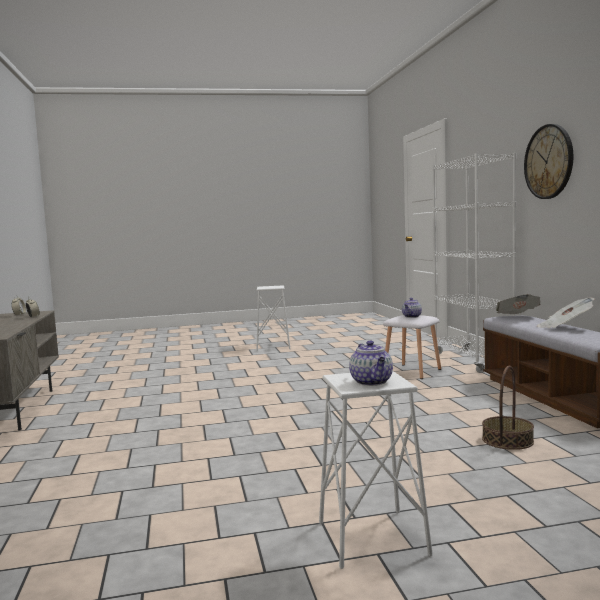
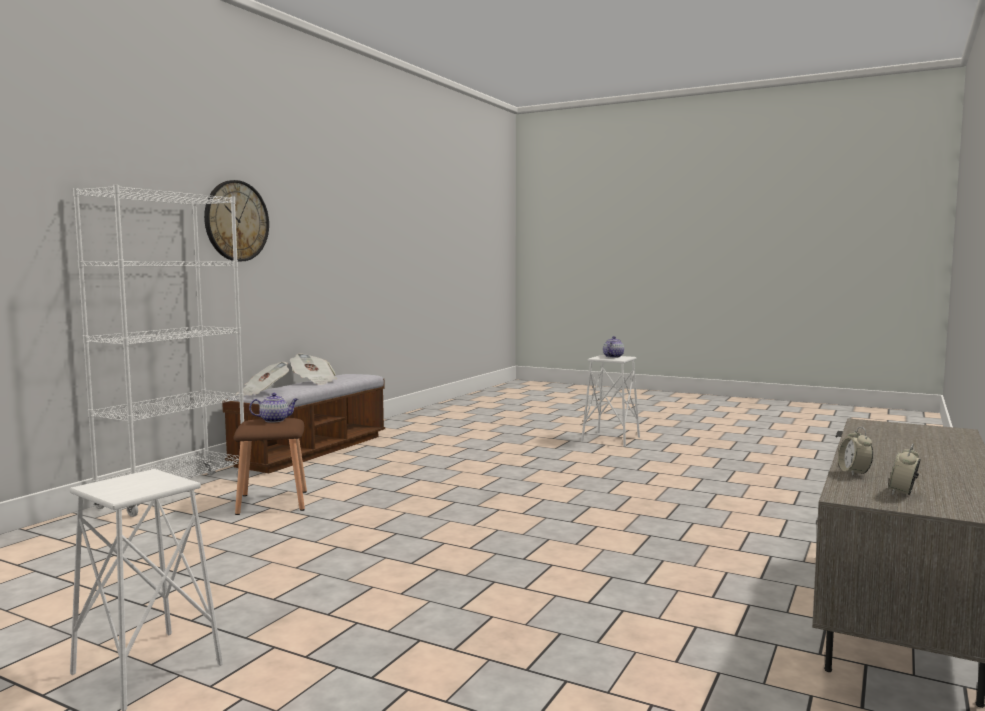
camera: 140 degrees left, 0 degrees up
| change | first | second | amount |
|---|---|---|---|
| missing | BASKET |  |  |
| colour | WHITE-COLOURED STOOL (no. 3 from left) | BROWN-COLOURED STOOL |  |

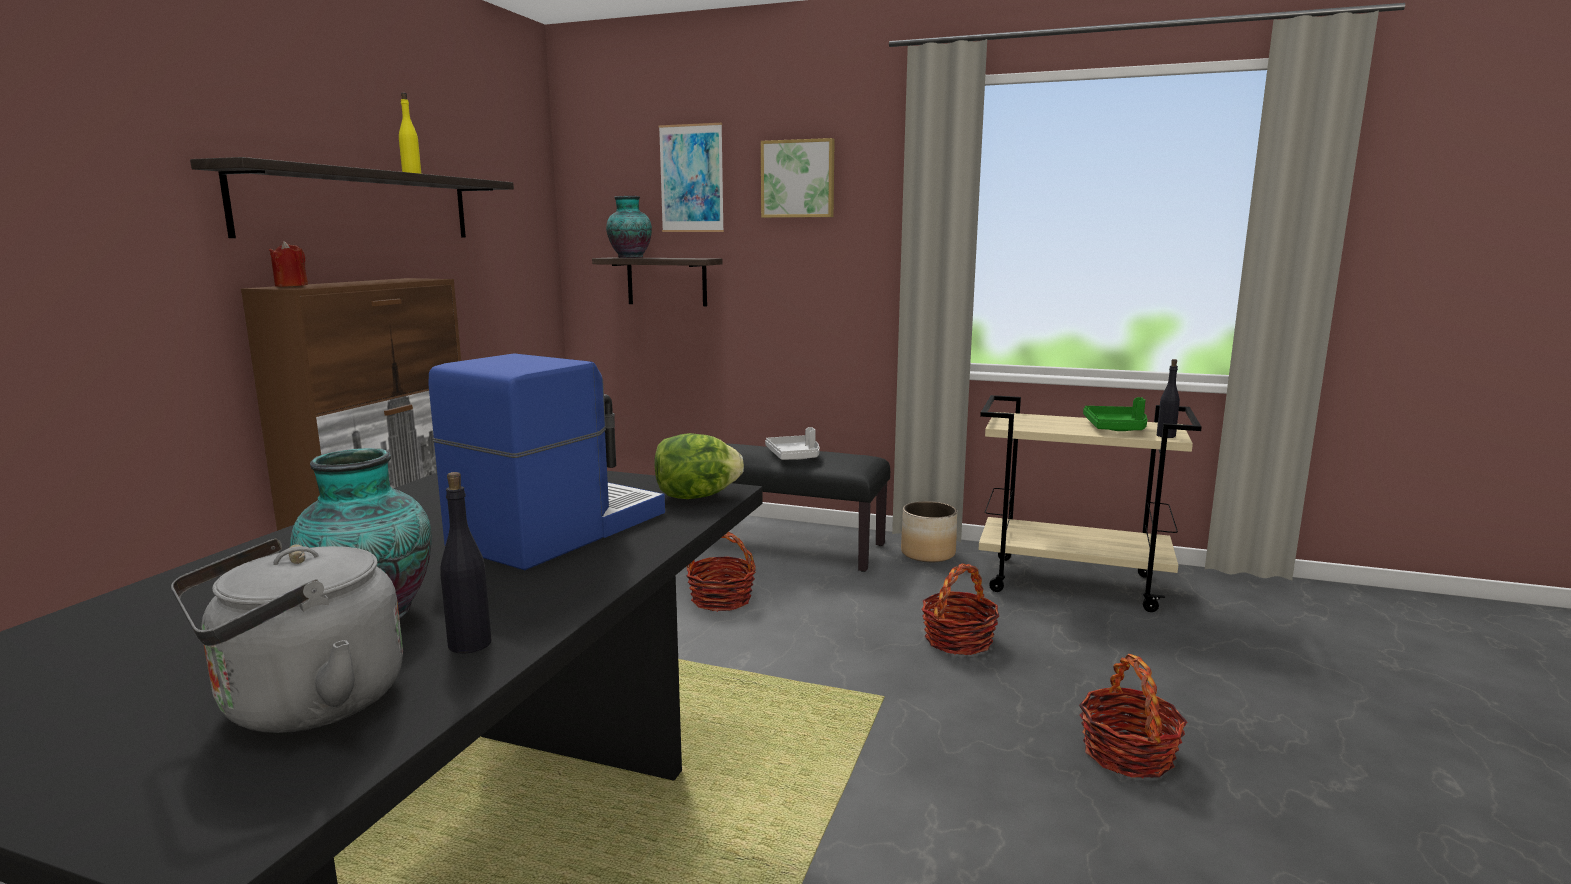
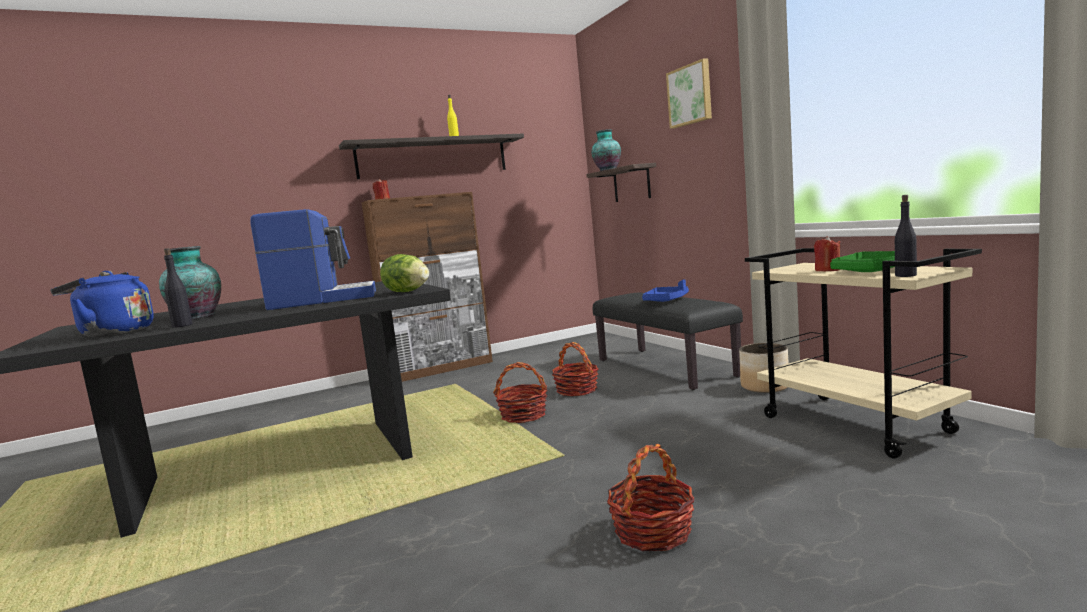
camera: 45 degrees right, 5 degrees down
| change | first | second | amount |
|---|---|---|---|
| missing | WALL PICTURE (no. 1 from left) |  |  |
| appeared |  | RED WAX LIGHT (no. 2 from left) |  |
| relocated | BASKET (no. 2 from left in the first image) | BASKET (no. 1 from left) |  |
| colour | GREY KETTLE | BLUE-COLOURED KETTLE |  |
| colour | GREY TRAY | BLUE-COLOURED TRAY |  |

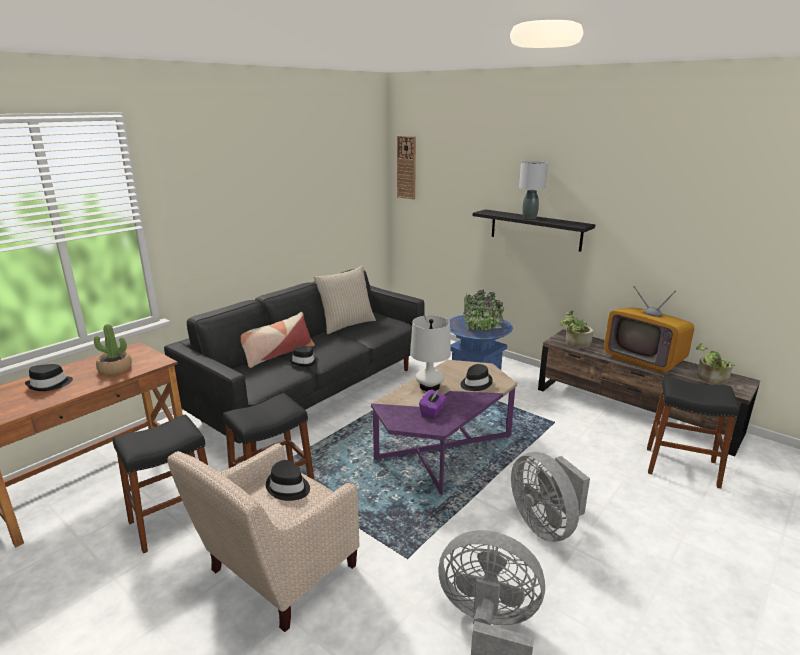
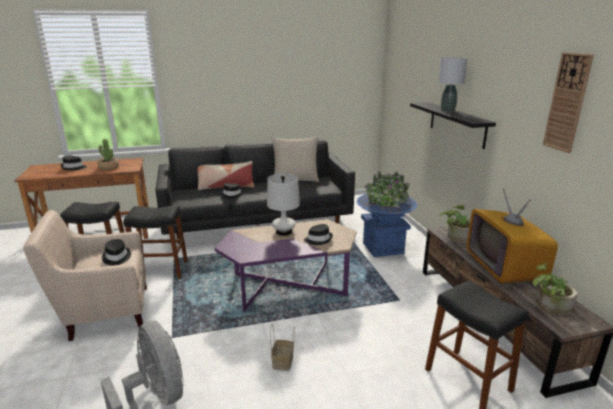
camera: 35 degrees right, 0 degrees up
| change | first | second | amount |
|---|---|---|---|
| missing | PURPLE-COLOURED BOX OF TISSUES |  |  |
| relocated | WALL CLOCK |  |  |
| exchanged | GREY COOLING FAN (no. 2 from left) | BASKET |  |

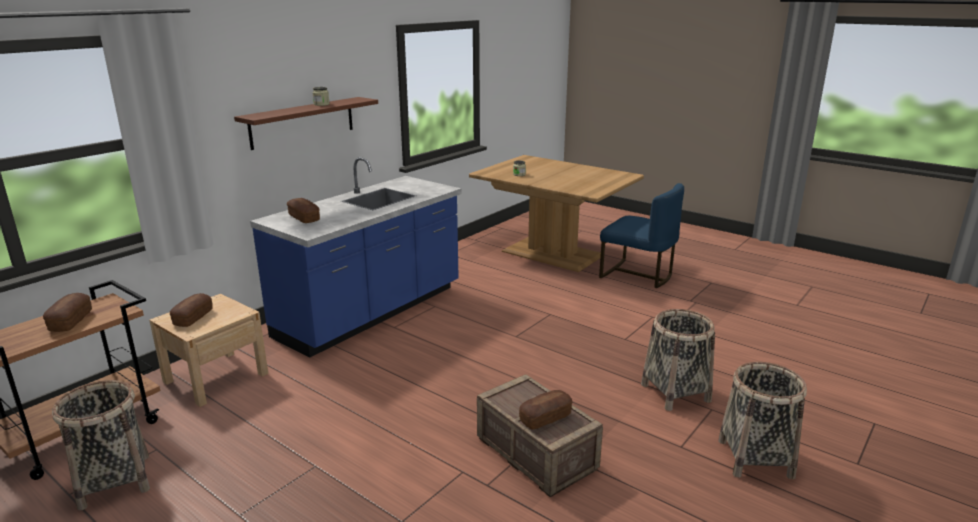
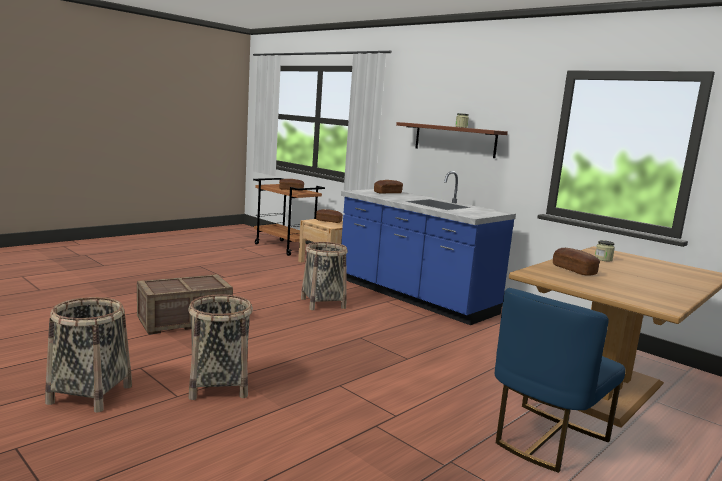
camera: 95 degrees right, 10 degrees down
| change | first | second | amount |
|---|---|---|---|
| relocated | BASKET (no. 1 from left in the first image) | BASKET (no. 3 from left) |  |
| relocated | BAKERY BREAD (no. 4 from left) |  |  |

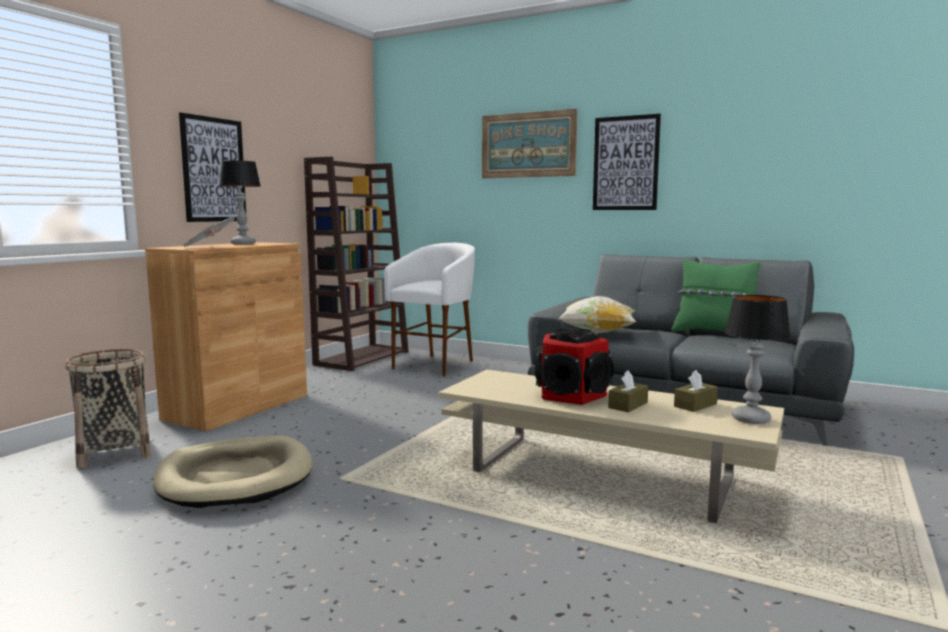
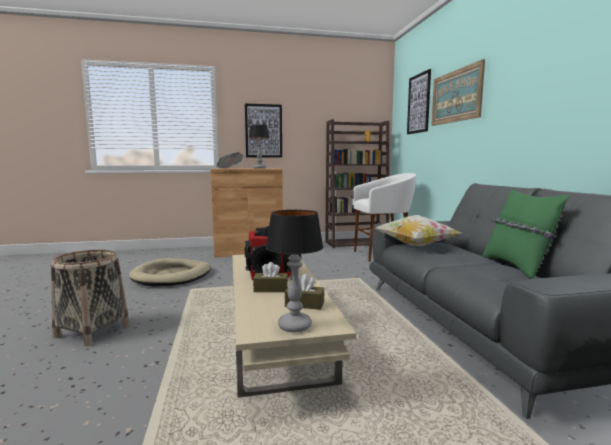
camera: 50 degrees right, 0 degrees up
| change | first | second | amount |
|---|---|---|---|
| relocated | BASKET |  |  |
| relocated | WALL PICTURE (no. 3 from left in the first image) | WALL PICTURE (no. 2 from left) |  |

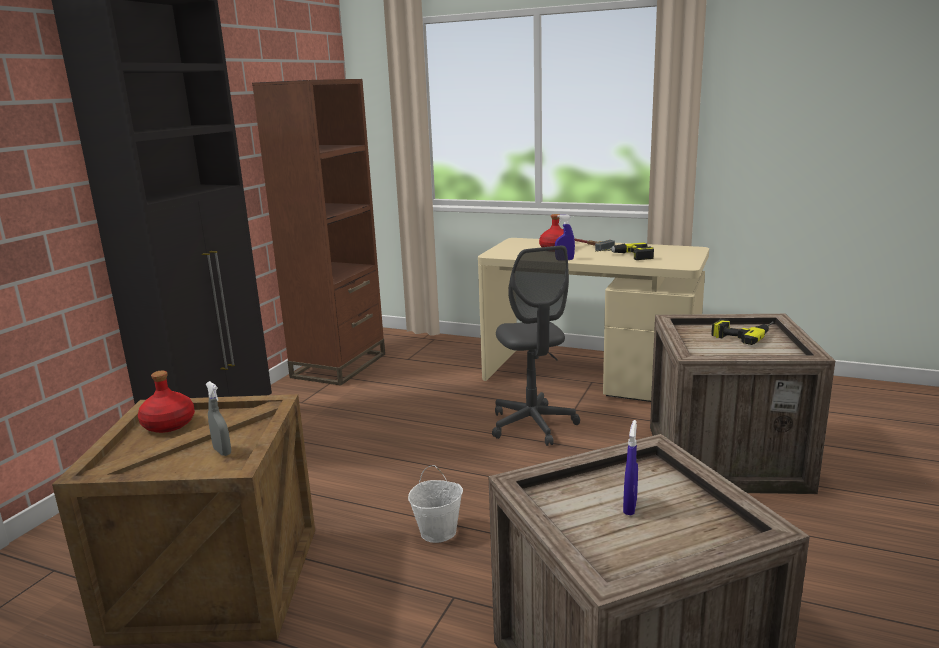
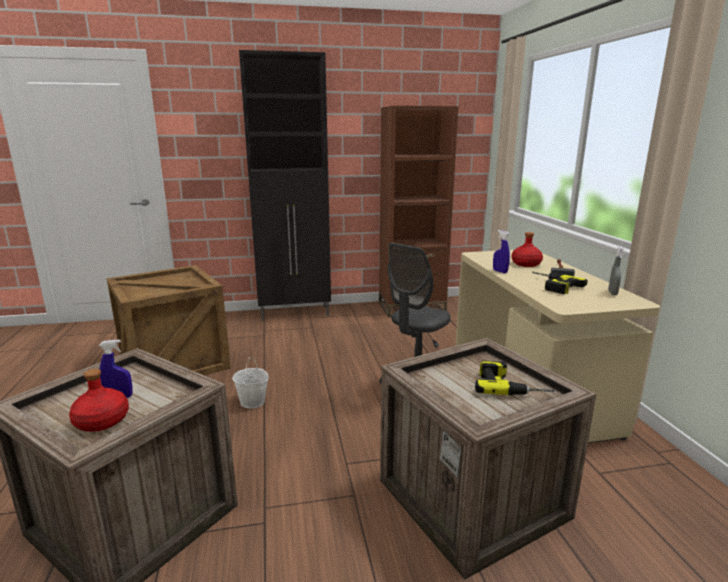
camera: 55 degrees right, 0 degrees up
| change | first | second | amount |
|---|---|---|---|
| relocated | RED BOTTLE (no. 1 from left) |  |  |
| relocated | GREY SPRAY BOTTLE |  |  |

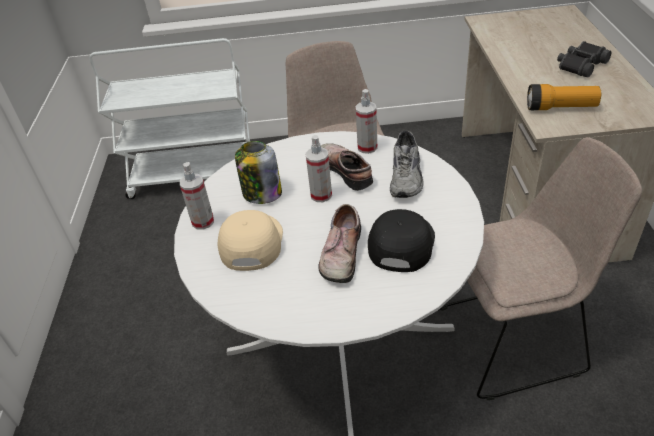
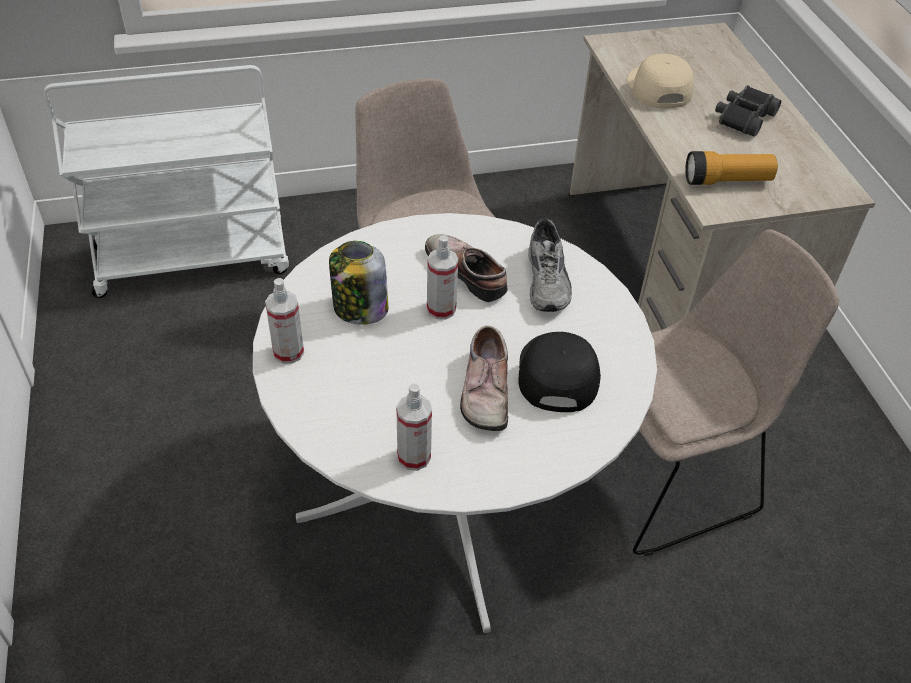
camera: 15 degrees left, 5 degrees up
| change | first | second | amount |
|---|---|---|---|
| relocated | BEIGE BASEBALL CAP |  |  |
| relocated | SPRAY BOTTLE (no. 3 from left in the first image) | SPRAY BOTTLE (no. 2 from left) |  |

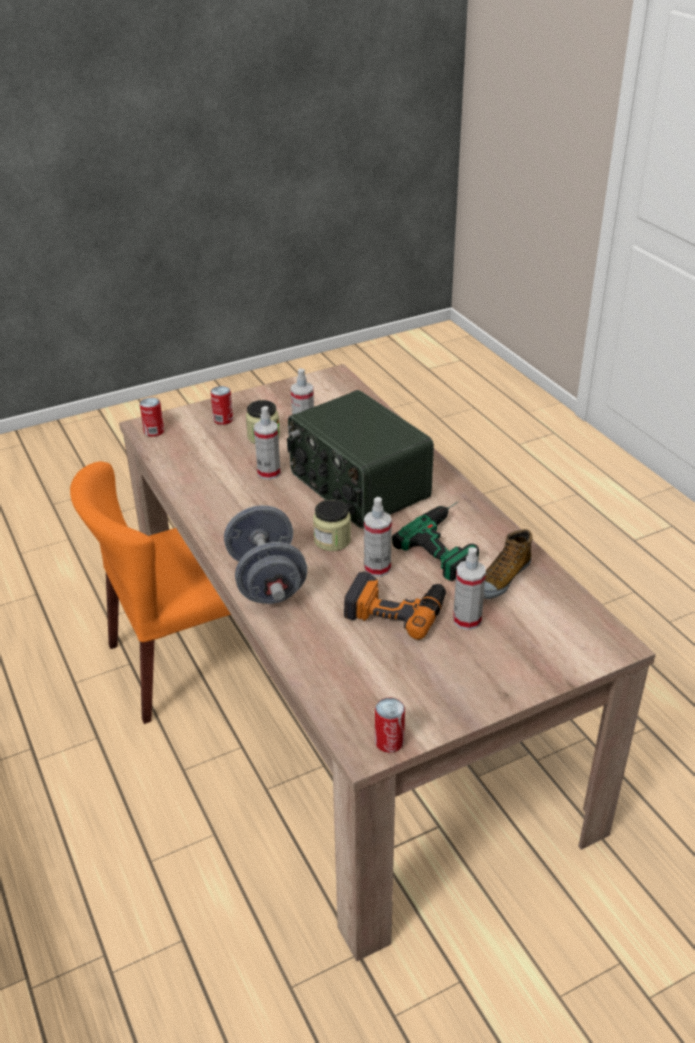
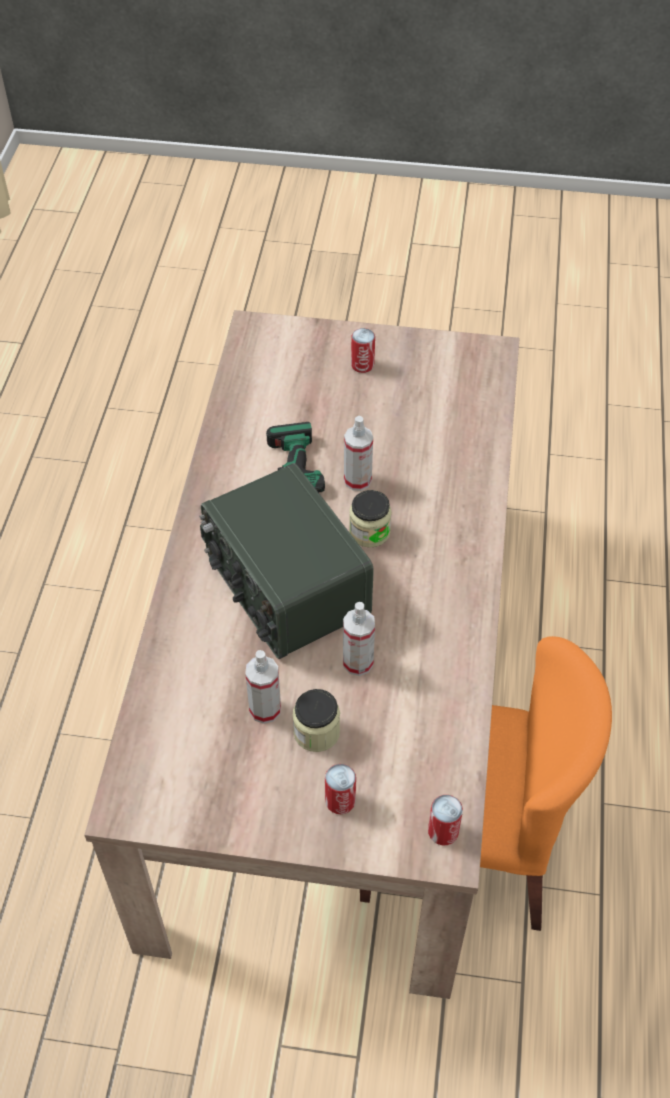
camera: 145 degrees left, 15 degrees up
| change | first | second | amount |
|---|---|---|---|
| missing | GREY DUMBBELL |  |  |
| missing | POWER DRILL (no. 1 from left) |  |  |
| missing | SPRAY BOTTLE (no. 4 from left) |  |  |
| missing | ITEM OF FOOTWEAR |  |  |
| relocated | CAN (no. 3 from left in the first image) | CAN (no. 2 from left) |  |
| spun | RADIO RECEIVER |  | 150 degrees clockwise |

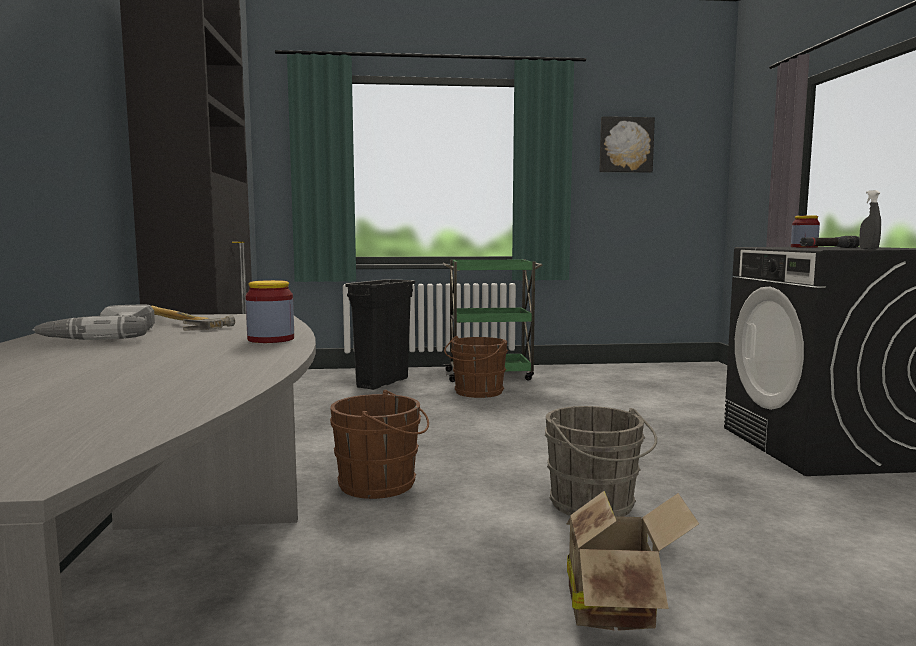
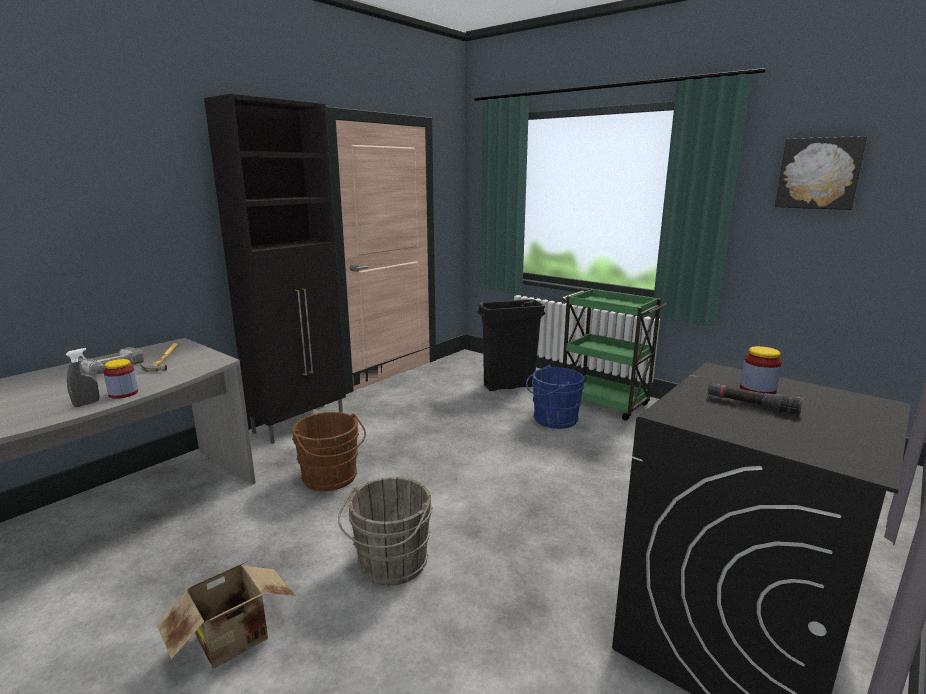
camera: 45 degrees right, 10 degrees up
| change | first | second | amount |
|---|---|---|---|
| relocated | GREY SPRAY BOTTLE |  |  |
| colour | BROWN-COLOURED WATER BUCKET (no. 2 from left) | BLUE-COLOURED WATER BUCKET |  |

